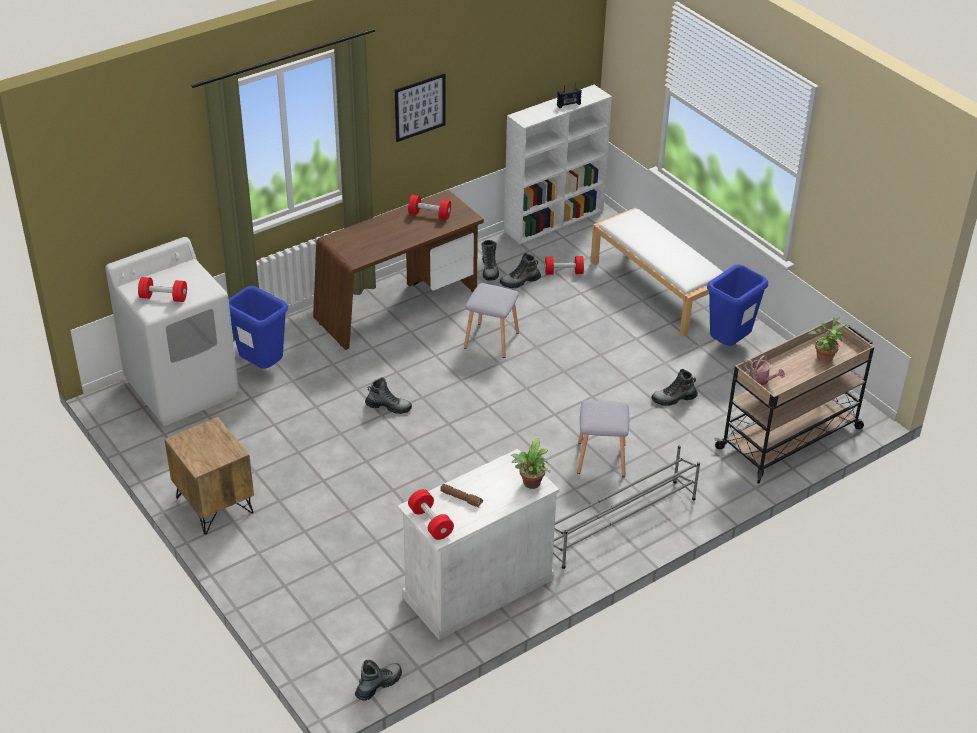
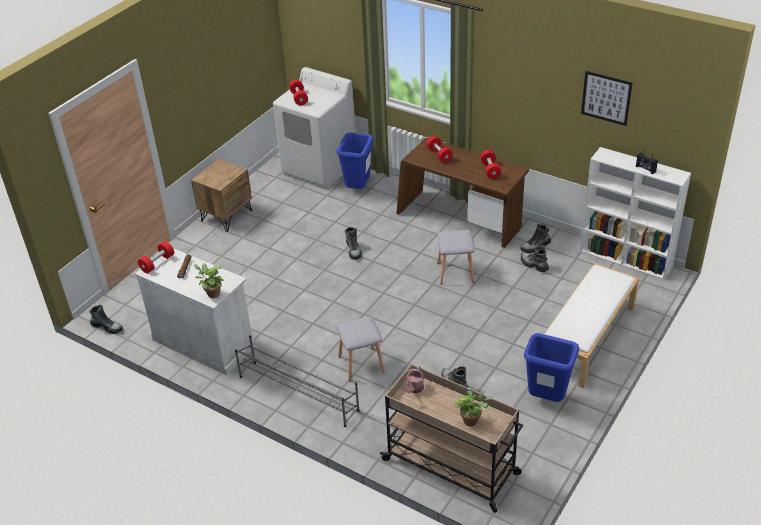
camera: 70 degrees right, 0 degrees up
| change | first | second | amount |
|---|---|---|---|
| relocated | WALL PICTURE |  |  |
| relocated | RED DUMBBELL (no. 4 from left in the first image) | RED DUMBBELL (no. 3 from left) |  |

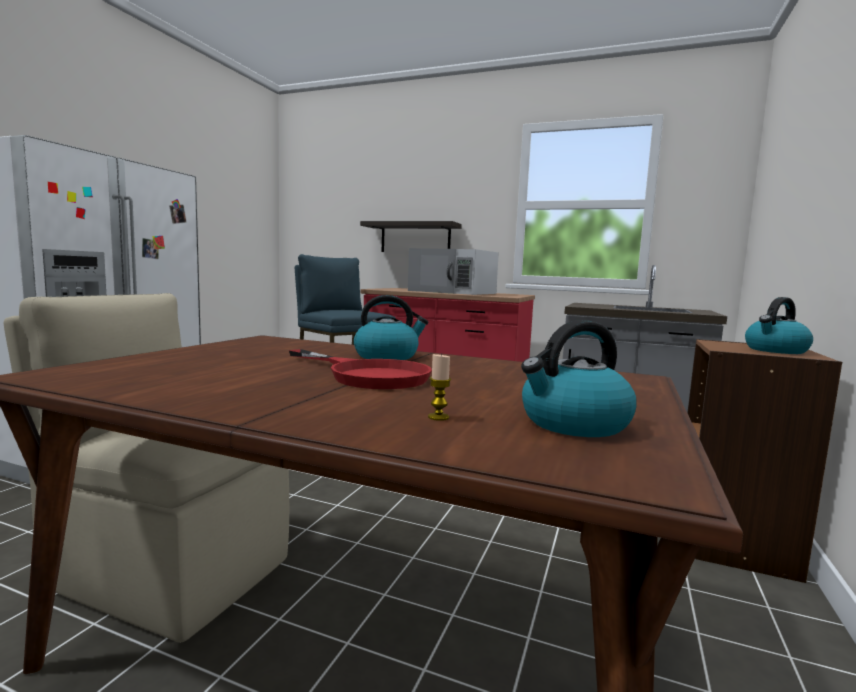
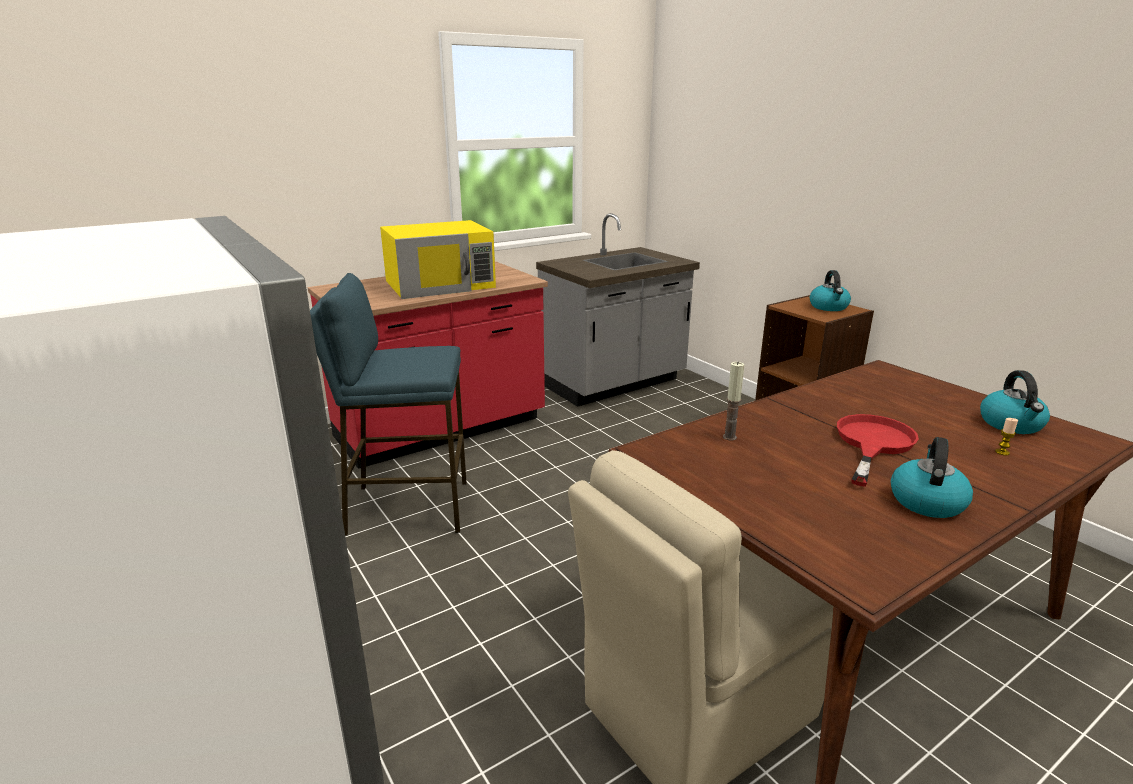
camera: 55 degrees left, 15 degrees up
| change | first | second | amount |
|---|---|---|---|
| missing | WALL SHELF |  |  |
| appeared |  | WAX LIGHT (no. 1 from left) |  |
| relocated | KETTLE (no. 1 from left in the first image) | KETTLE (no. 2 from left) |  |
| colour | WHITE-COLOURED MICROWAVE | YELLOWISH MICROWAVE |  |
| spun | RED SKILLET |  | 45 degrees counterclockwise |

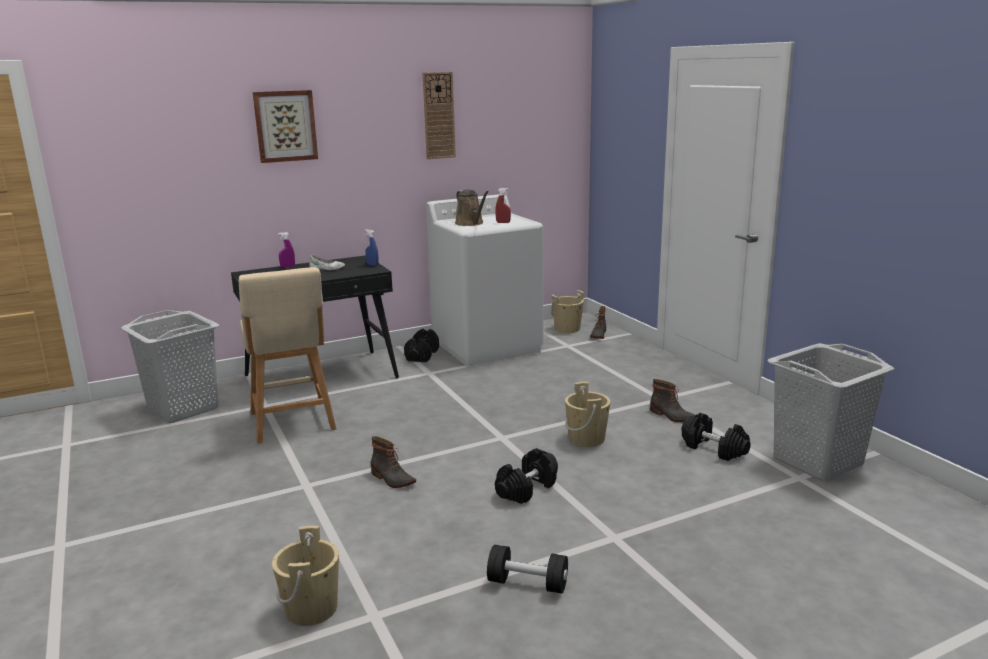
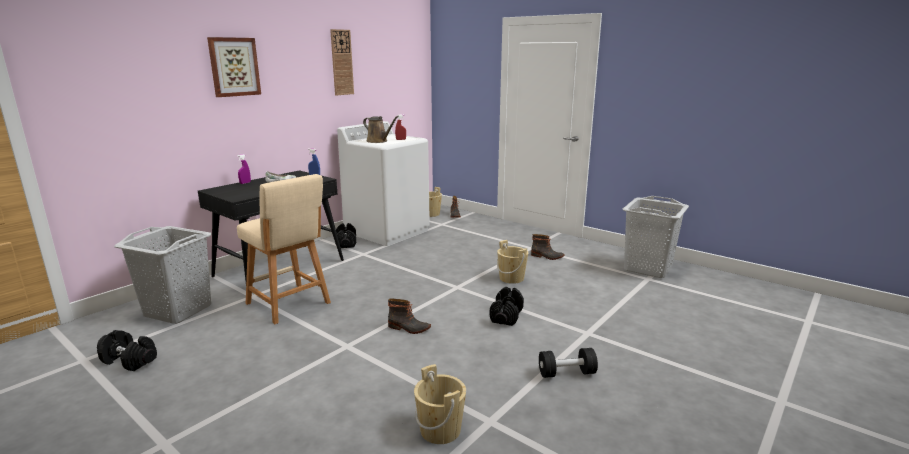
camera: 25 degrees left, 0 degrees up
| change | first | second | amount |
|---|---|---|---|
| relocated | BLACK-COLOURED DUMBBELL (no. 4 from left in the first image) | BLACK-COLOURED DUMBBELL (no. 1 from left) |  |

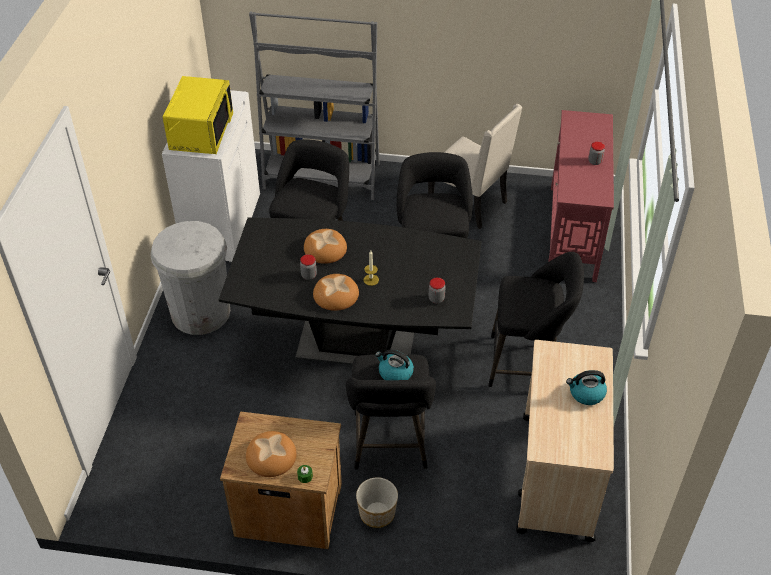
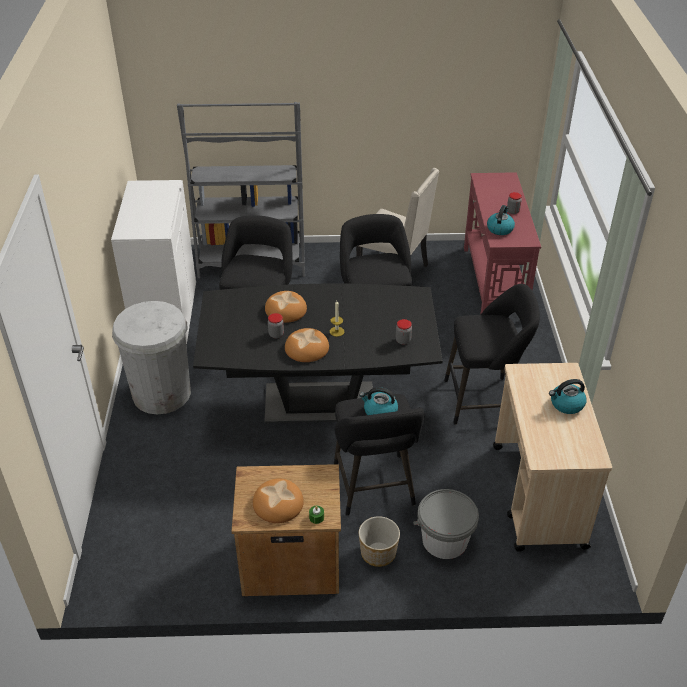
camera: 10 degrees left, 5 degrees down
| change | first | second | amount |
|---|---|---|---|
| missing | YELLOWISH MICROWAVE |  |  |
| appeared |  | GREY WATER BUCKET |  |
| appeared |  | KETTLE (no. 2 from left) |  |

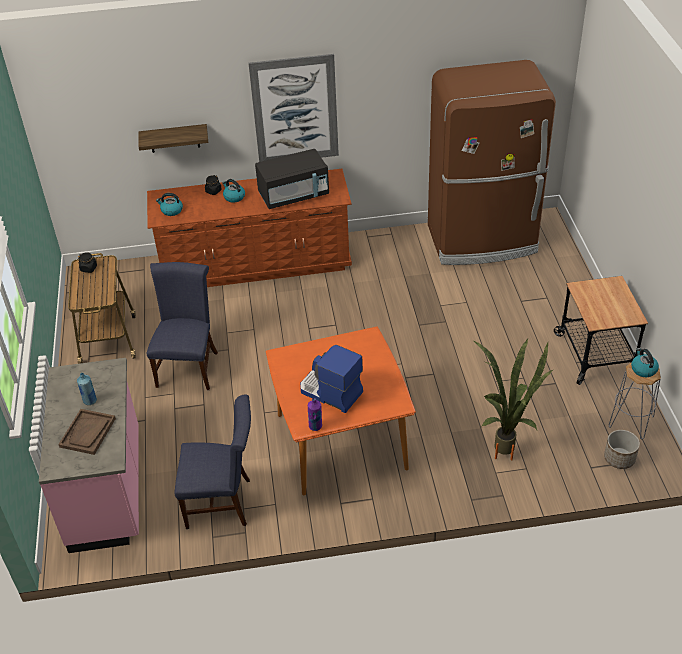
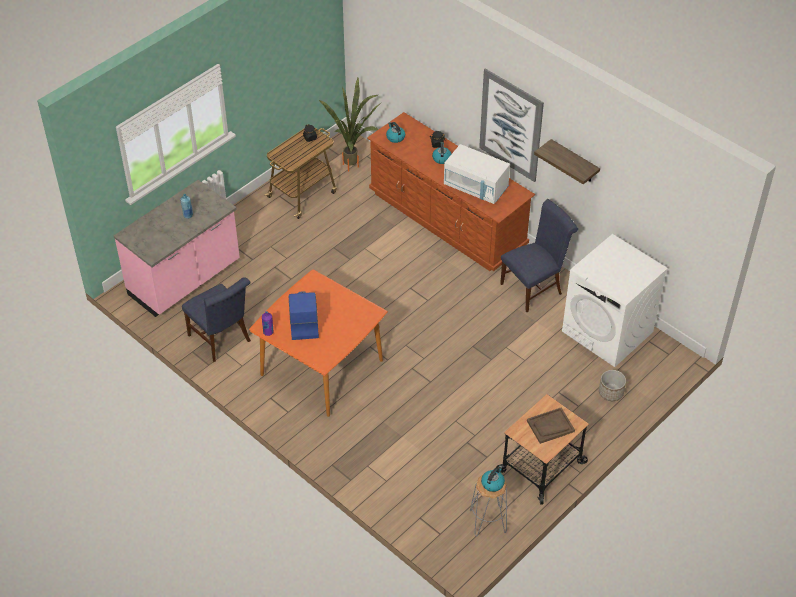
camera: 50 degrees right, 5 degrees up
| change | first | second | amount |
|---|---|---|---|
| relocated | BROWN-COLOURED TRAY |  |  |
| relocated | WALL SHELF |  |  |
| relocated | BLUE-COLOURED PLAIN CHAIR (no. 1 from left in the first image) | BLUE-COLOURED PLAIN CHAIR (no. 2 from left) |  |
| relocated | PLANT IN A POT |  |  |
| relocated | FLOWER POT |  |  |
| exchanged | BROWN-COLOURED REFRIGERATOR | WHITE-COLOURED WASHING MACHINE |  |
| colour | BLACK-COLOURED MICROWAVE | WHITE-COLOURED MICROWAVE |  |

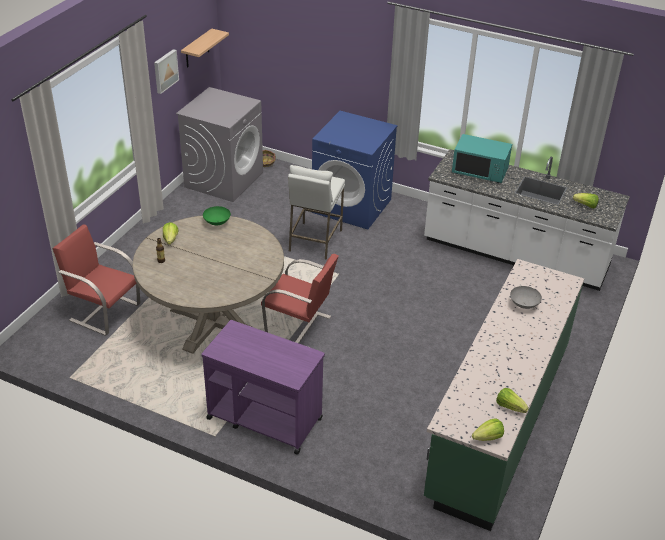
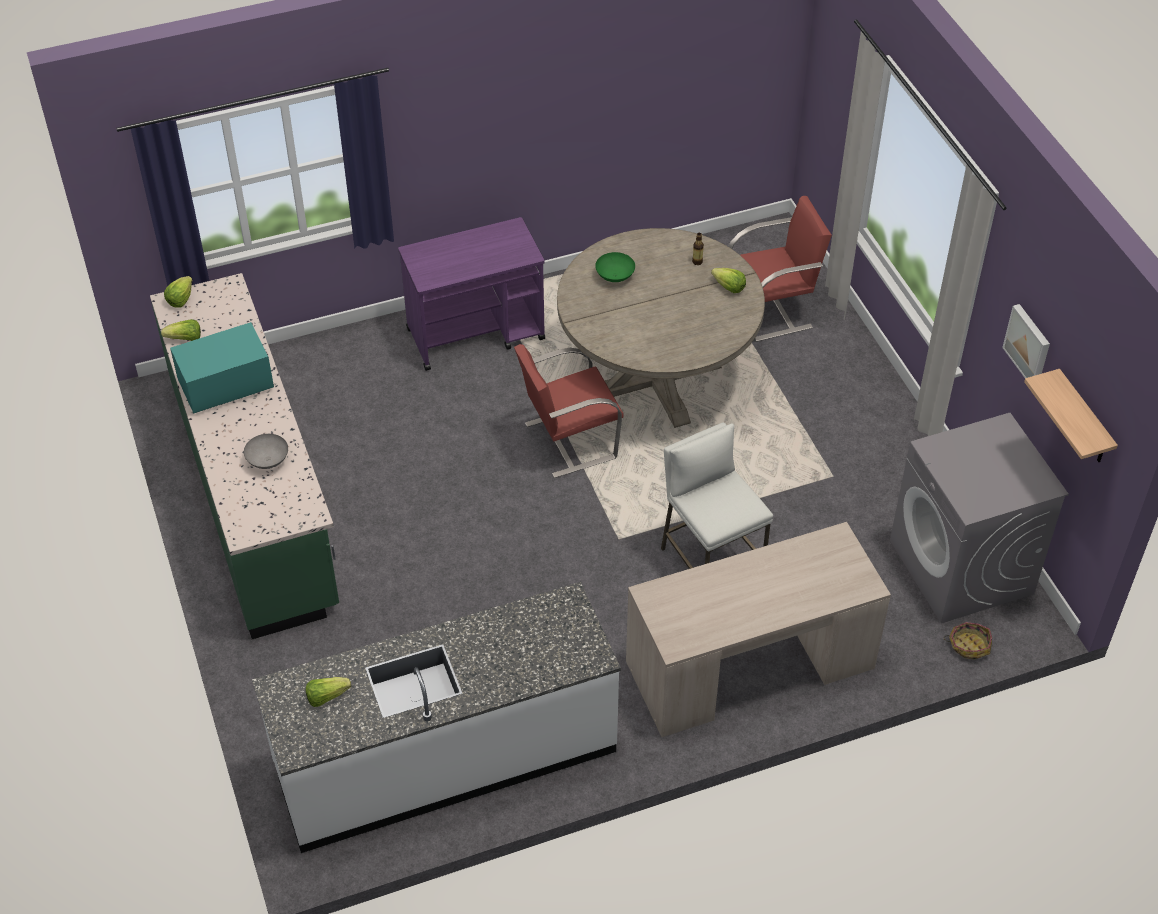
camera: 135 degrees right, 10 degrees up
| change | first | second | amount |
|---|---|---|---|
| relocated | GREEN-COLOURED BOWL |  |  |
| relocated | TURQUOISE-COLOURED MICROWAVE |  |  |
| exchanged | BLUE-COLOURED WASHING MACHINE | BEIGE DESK UNIT |  |

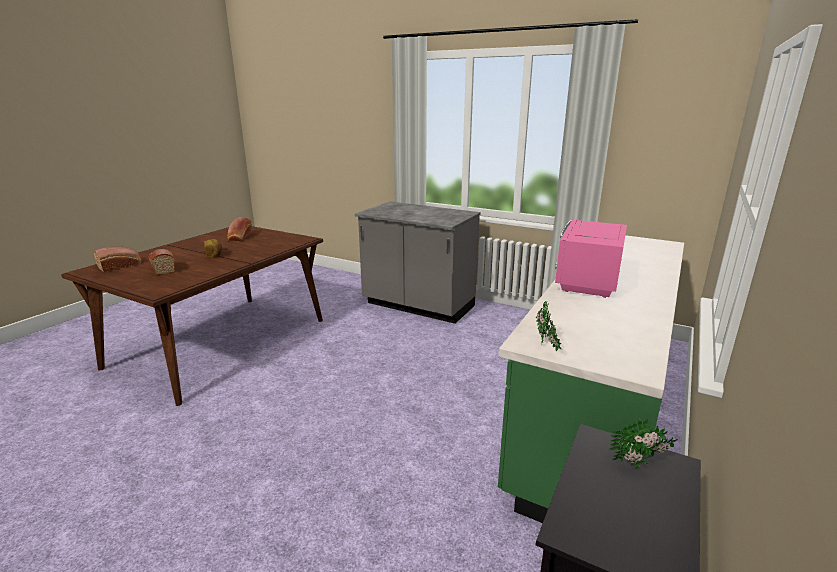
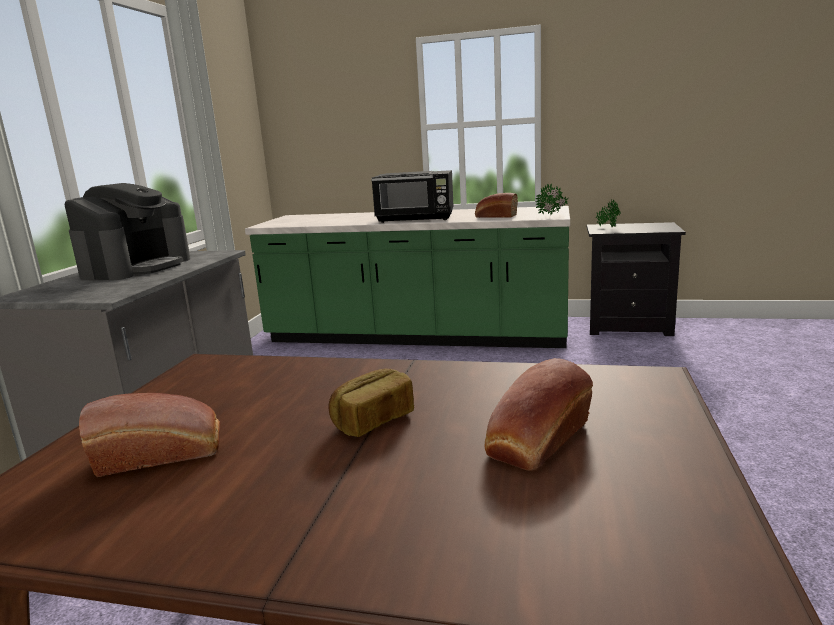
camera: 105 degrees left, 5 degrees down
| change | first | second | amount |
|---|---|---|---|
| appeared |  | COFFEE MAKER |  |
| relocated | BAKERY BREAD (no. 1 from left in the first image) | BAKERY BREAD (no. 3 from left) |  |
| colour | PINK-COLOURED MICROWAVE | BLACK-COLOURED MICROWAVE |  |

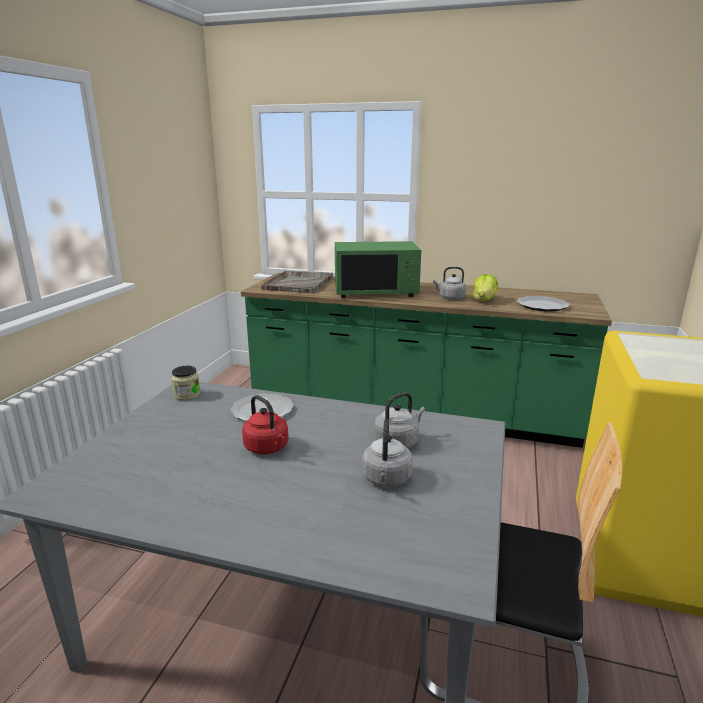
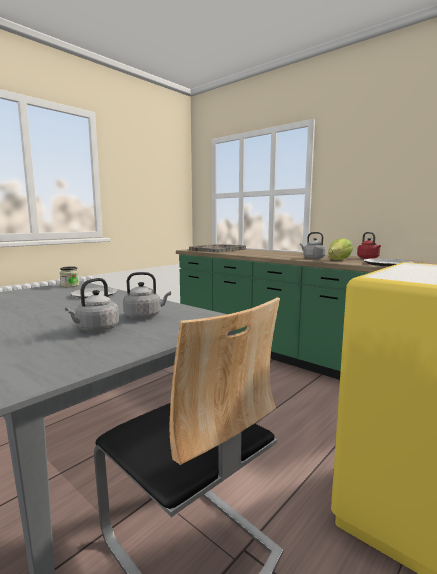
camera: 25 degrees right, 10 degrees down
| change | first | second | amount |
|---|---|---|---|
| missing | GREEN-COLOURED MICROWAVE |  |  |
| relocated | RED KETTLE |  |  |

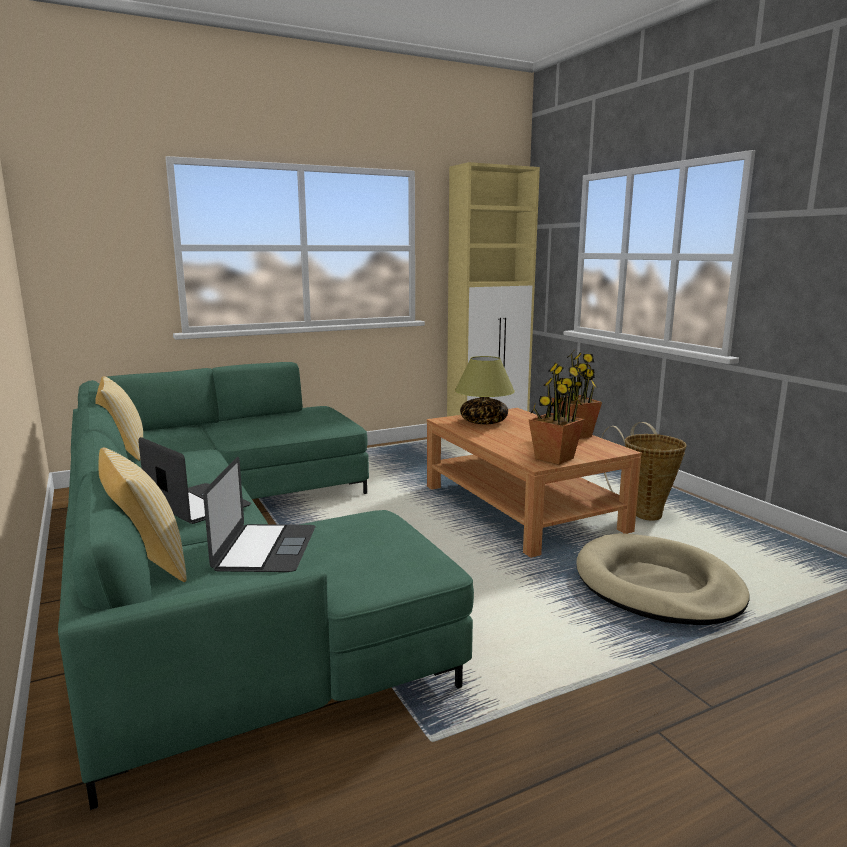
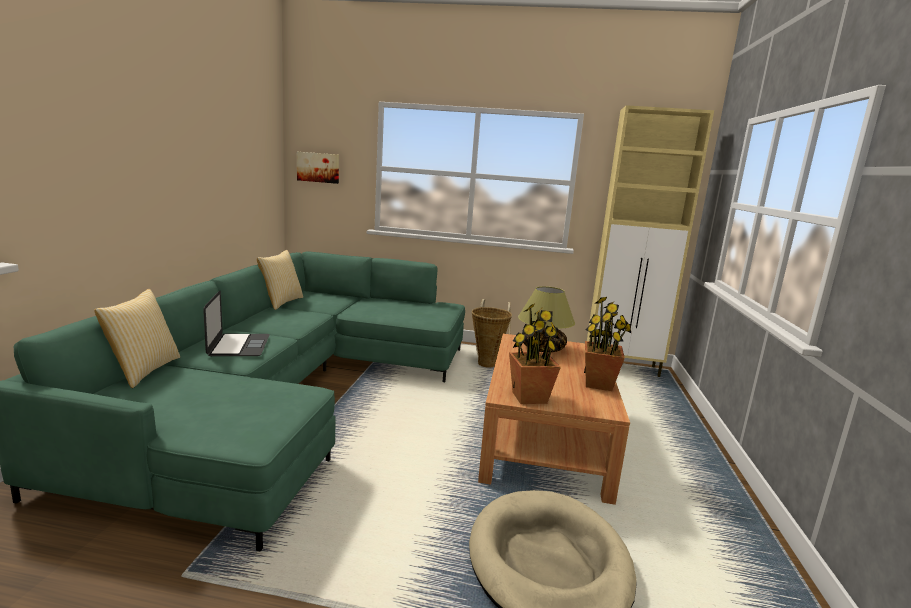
camera: 35 degrees right, 0 degrees up
| change | first | second | amount |
|---|---|---|---|
| missing | NOTEBOOK COMPUTER (no. 2 from left) |  |  |
| appeared |  | WALL PICTURE |  |
| relocated | BASKET |  |  |

